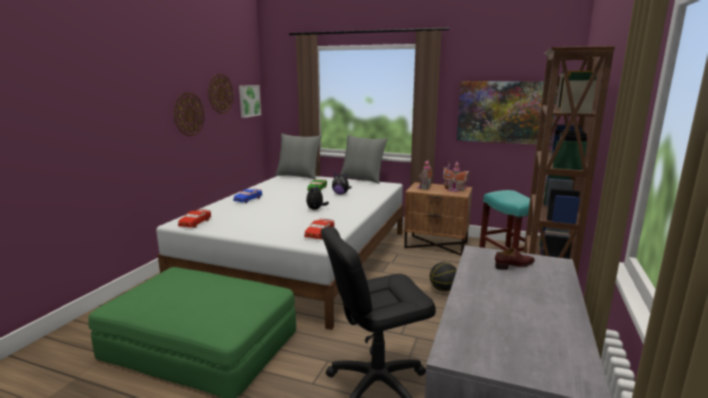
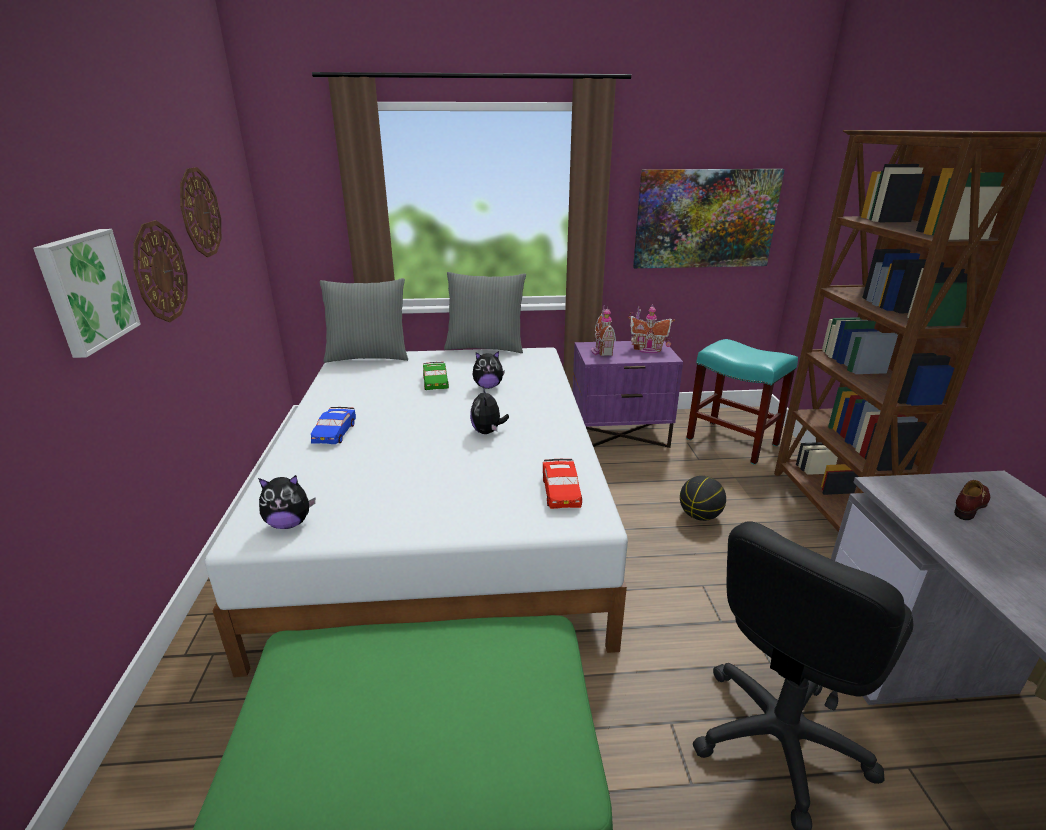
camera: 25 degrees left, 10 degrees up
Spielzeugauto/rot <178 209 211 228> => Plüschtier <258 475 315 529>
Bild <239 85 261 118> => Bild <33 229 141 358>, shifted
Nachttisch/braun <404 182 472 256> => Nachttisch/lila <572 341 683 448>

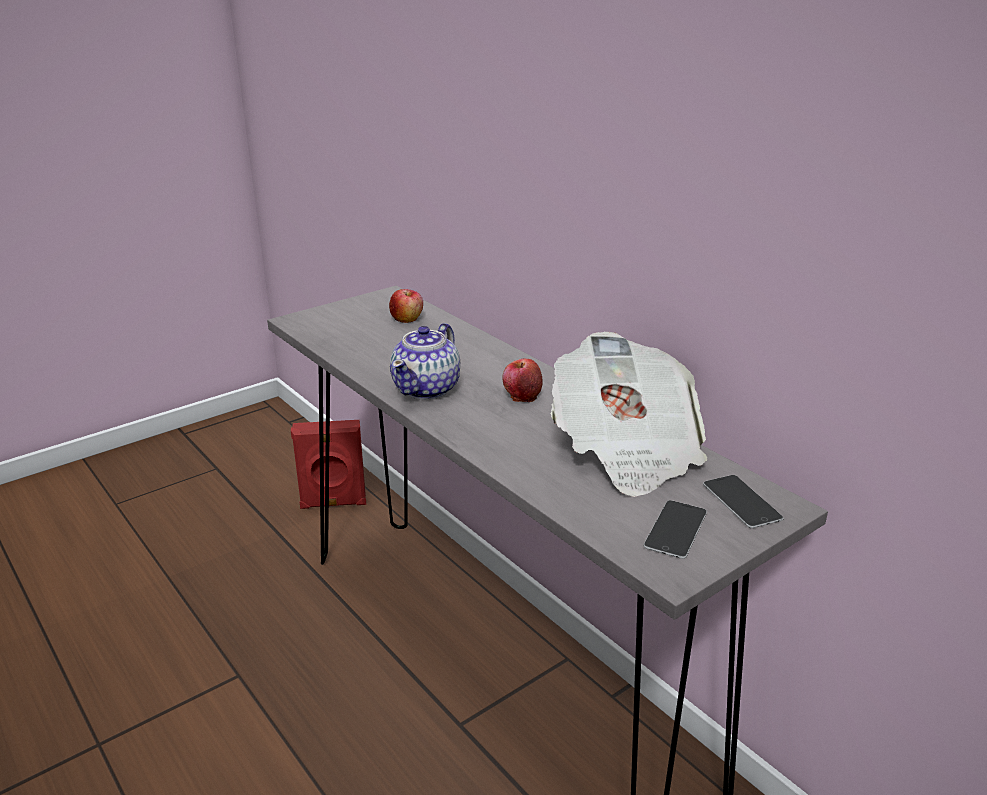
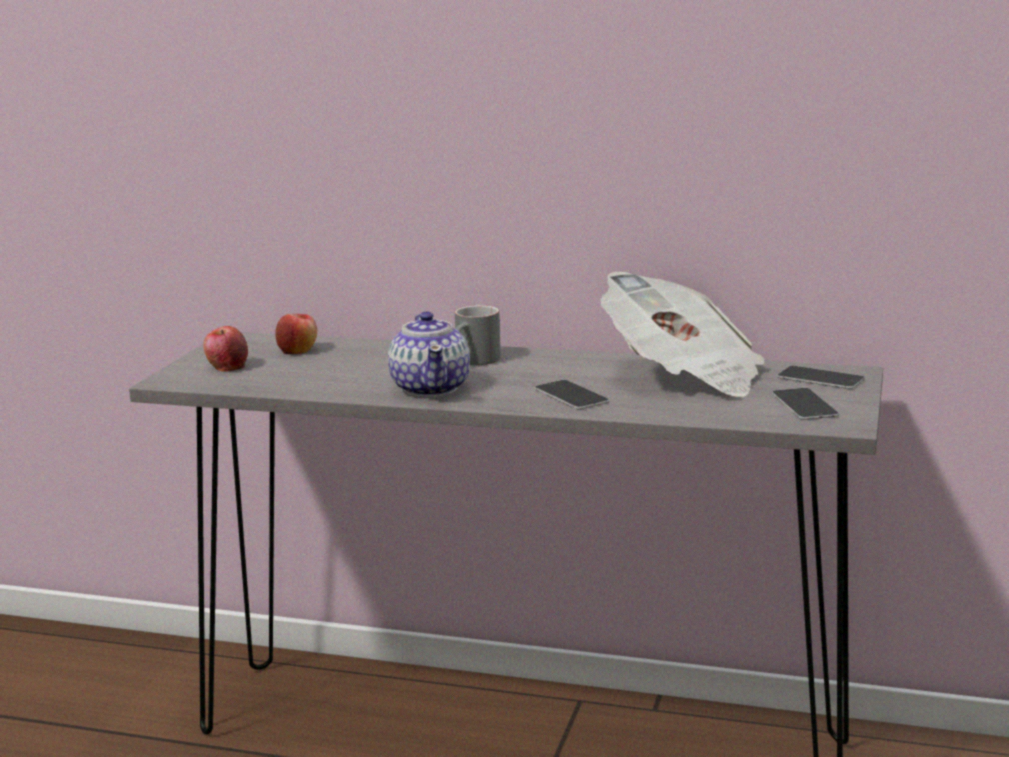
camera: 35 degrees left, 10 degrees down
Lautsprecher/rot <291 420 366 509> => nothing
Apfel <503 359 543 402> => Apfel <203 326 248 372>, shifted
nothing => Henkelbecher/grau <455 305 501 365>
nothing => Handy <534 380 610 409>

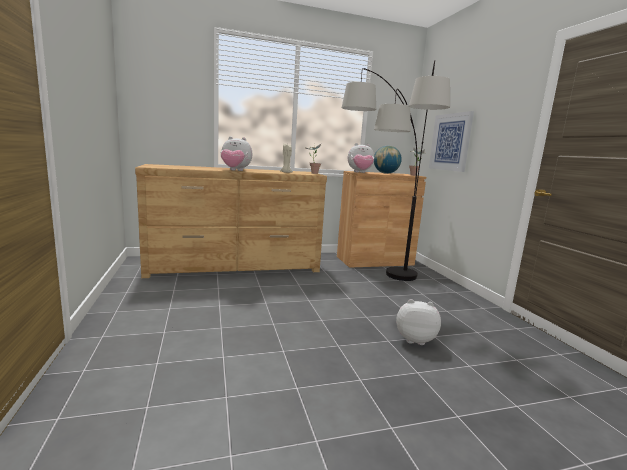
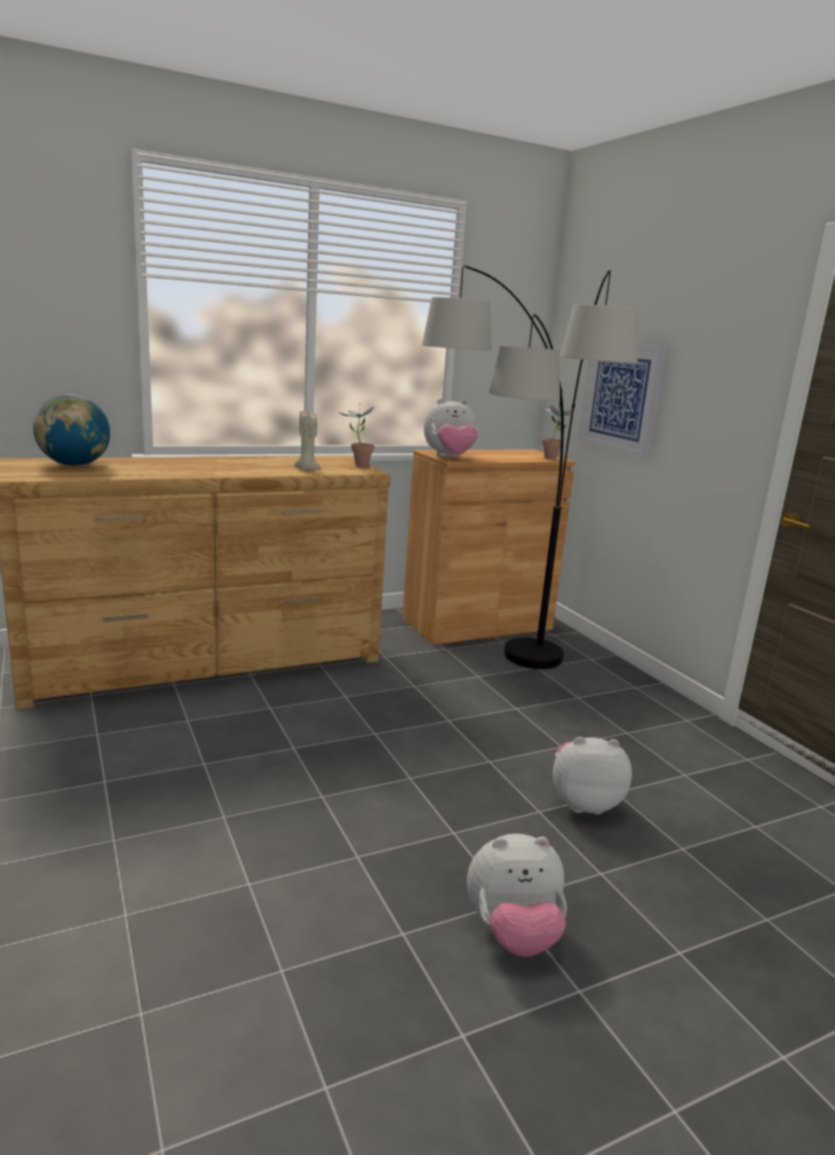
camera: 10 degrees left, 5 degrees up
Plüschtier <220 137 252 171> => Plüschtier <467 834 567 957>, shifted
Globus <374 146 402 174> => Globus <33 394 110 466>, shifted

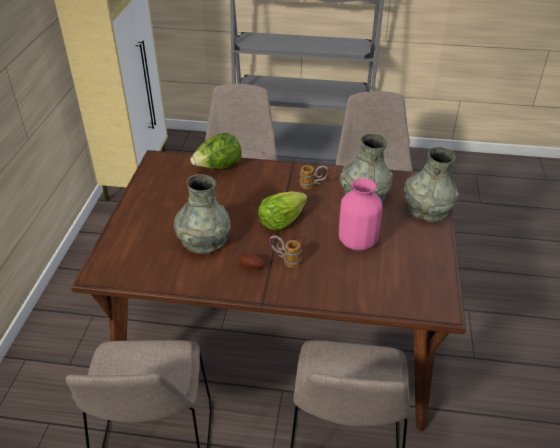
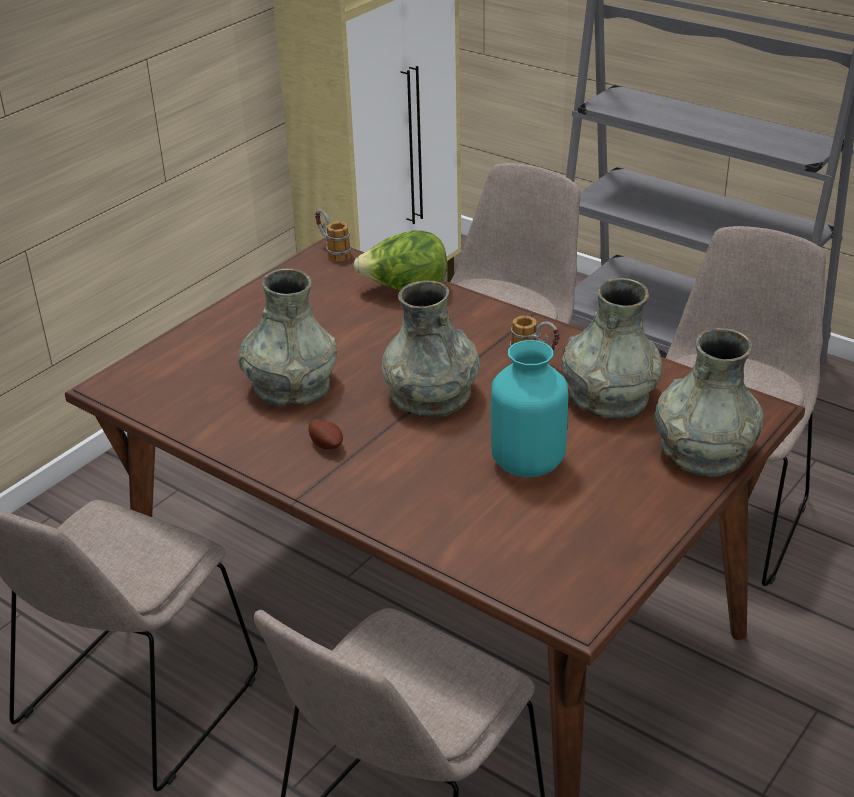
camera: 30 degrees right, 5 degrees down
Salatkopf <258 191 307 230> => Vase/grau <382 280 480 418>
Henkelbecher <269 235 302 268> => Henkelbecher <315 209 352 261>, shifted
Vase/rosa <339 178 383 251> => Vase/türkis <491 340 568 477>

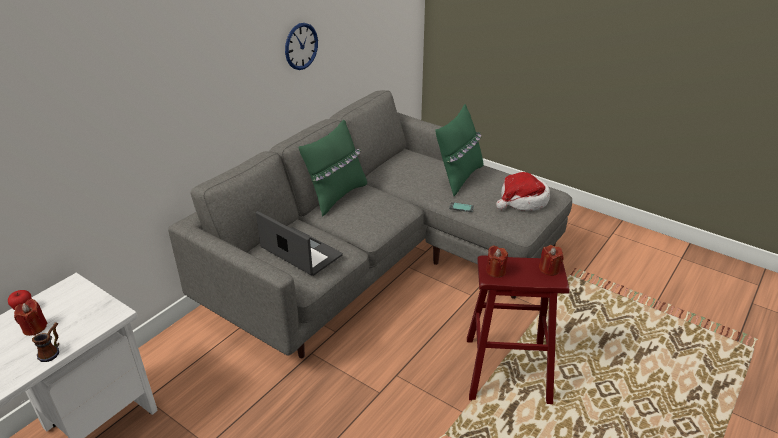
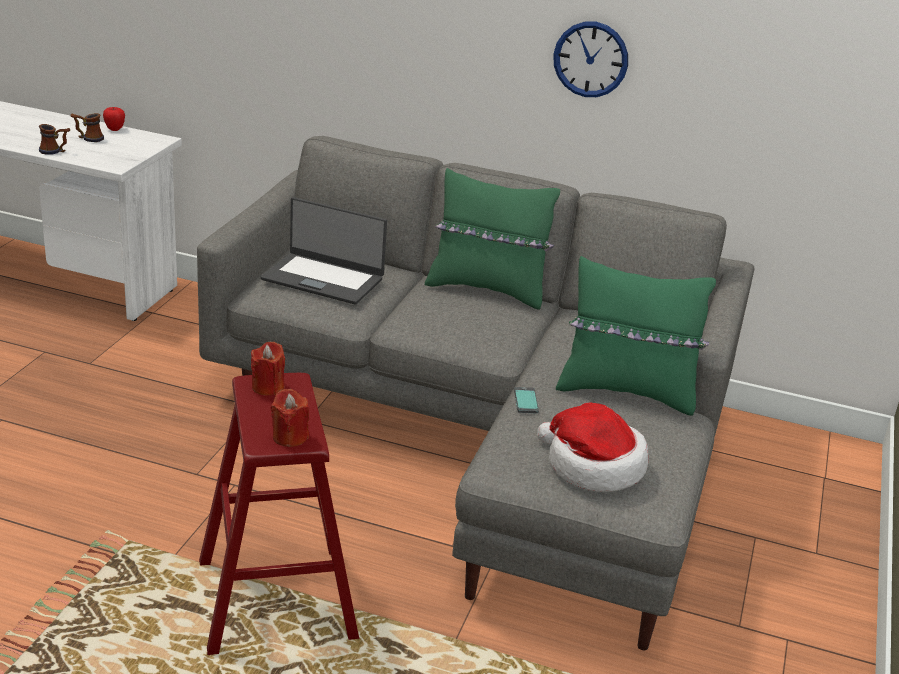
camera: 70 degrees right, 5 degrees down
Kerze/rot <14 299 48 336> => Henkelbecher <71 113 104 142>
Laptop <256 211 343 276> => Laptop <261 197 387 304>, 90 degrees clockwise

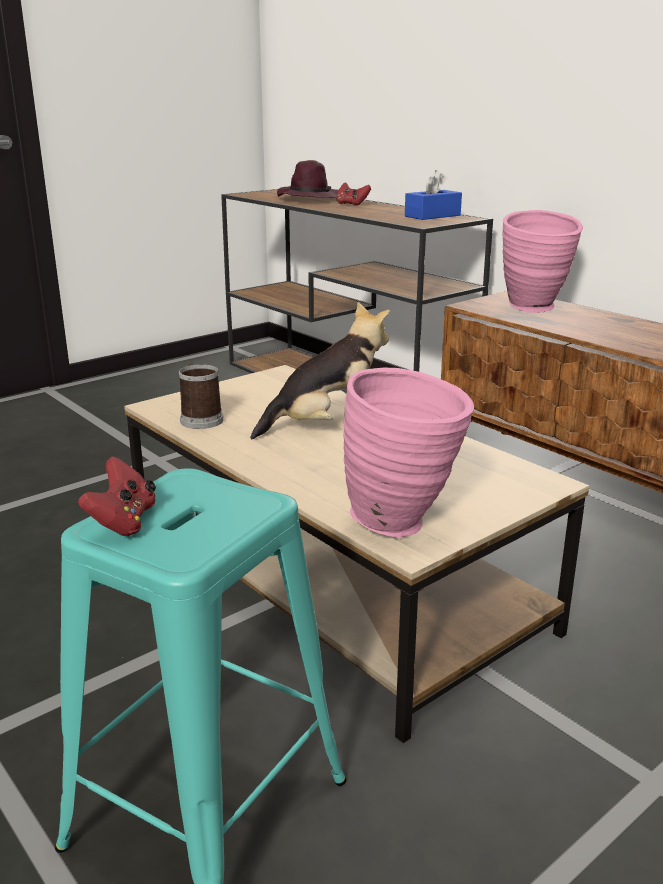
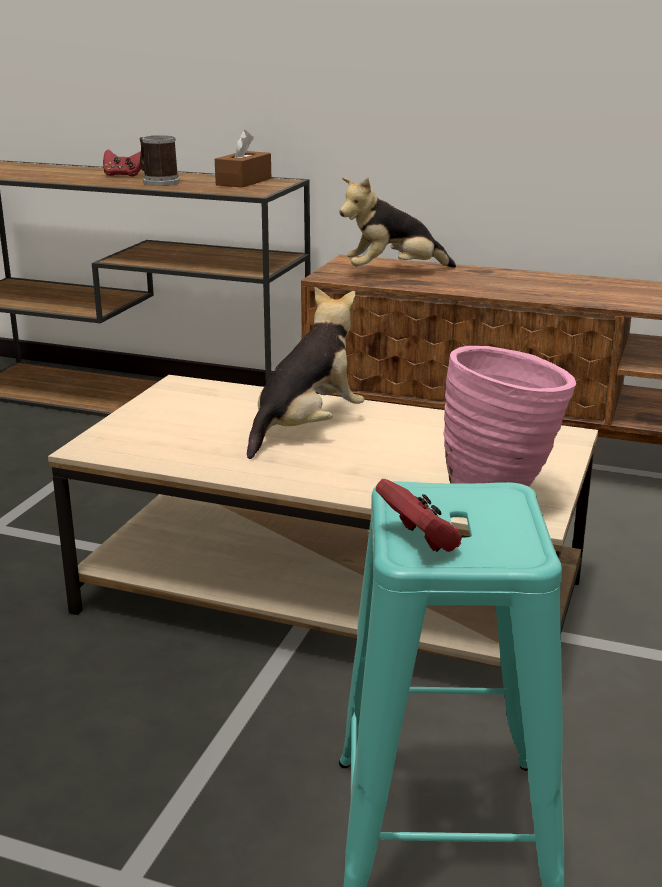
camera: 30 degrees left, 0 degrees up
Henkelbecher <179 364 224 429> => Henkelbecher <139 135 180 186>, shifted
Hut/lila <277 160 339 198> => nothing
Taschentuchbox/blau <405 170 462 220> => Taschentuchbox/braun <215 130 271 188>
Vase/rosa <502 210 583 313> => Plüschtier <339 177 456 268>

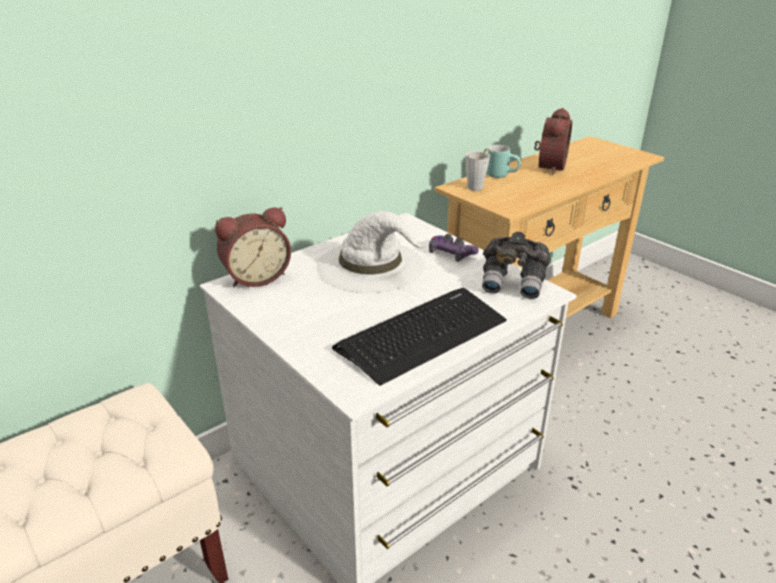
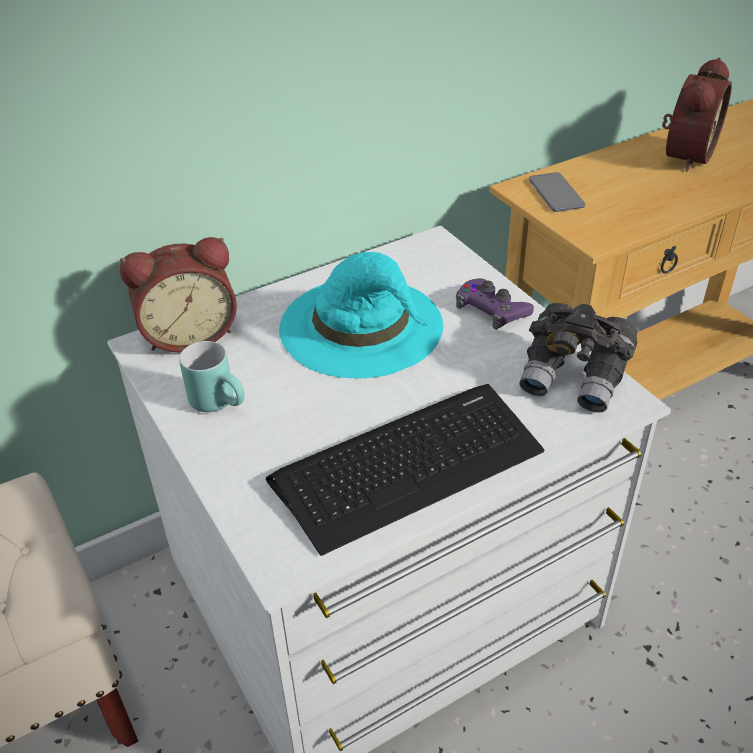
camera: 10 degrees right, 10 degrees up
Hut/weiß <317 211 425 293> => Hut/türkis <279 252 443 379>
Tasse/grau <465 148 494 191> => Handy <529 172 586 212>
Henkelbecher/türkis <487 145 521 178> => Henkelbecher/türkis <179 341 245 412>, shifted

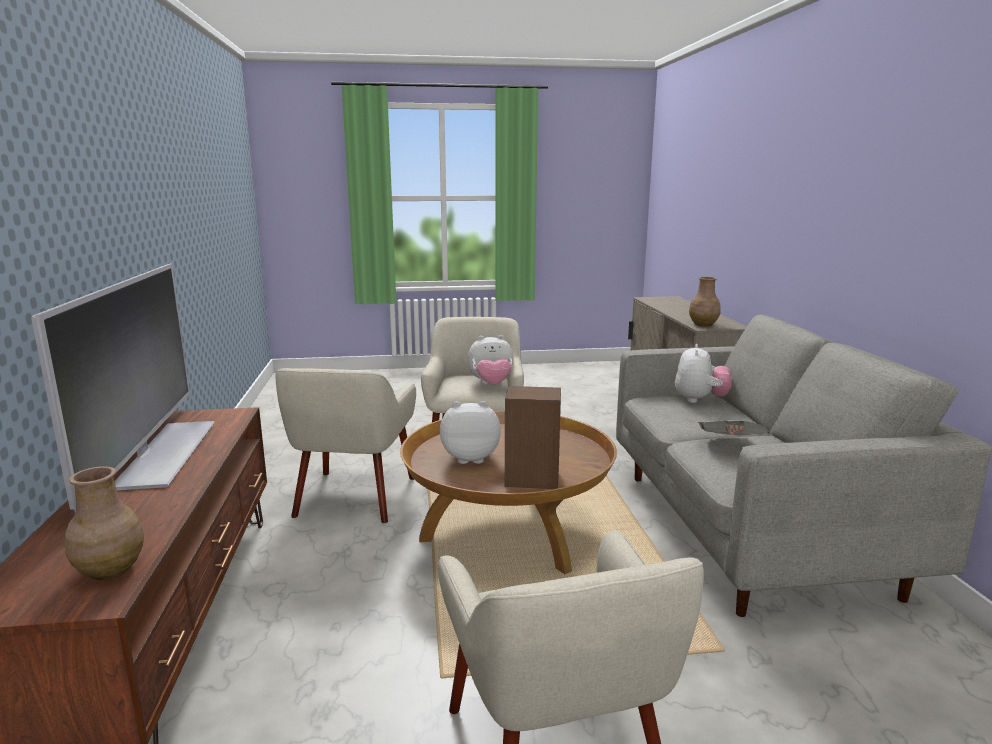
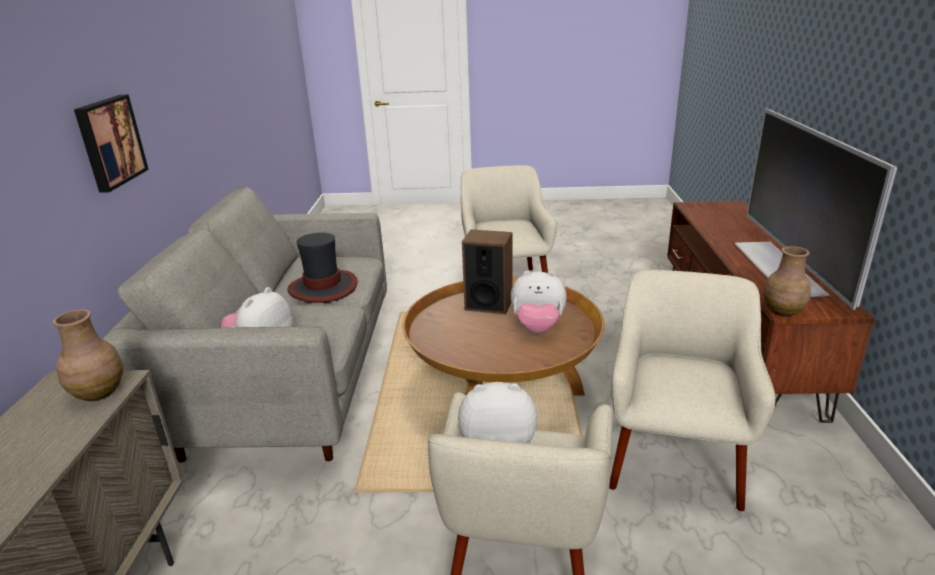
camera: 170 degrees left, 10 degrees up
Vase/braun <65 466 144 580> => Vase/braun <763 246 811 316>, shifted
Zeitung <698 421 770 436> => Hut <287 233 358 303>
nothing => Bild <74 94 149 193>

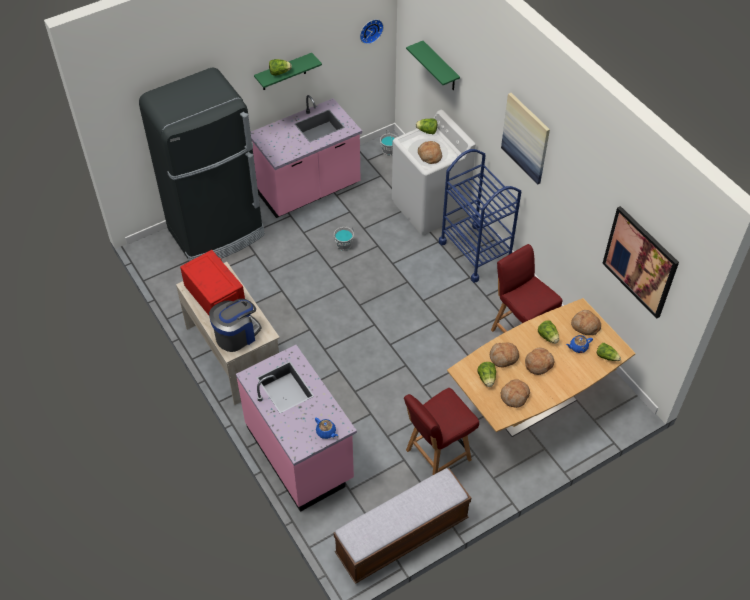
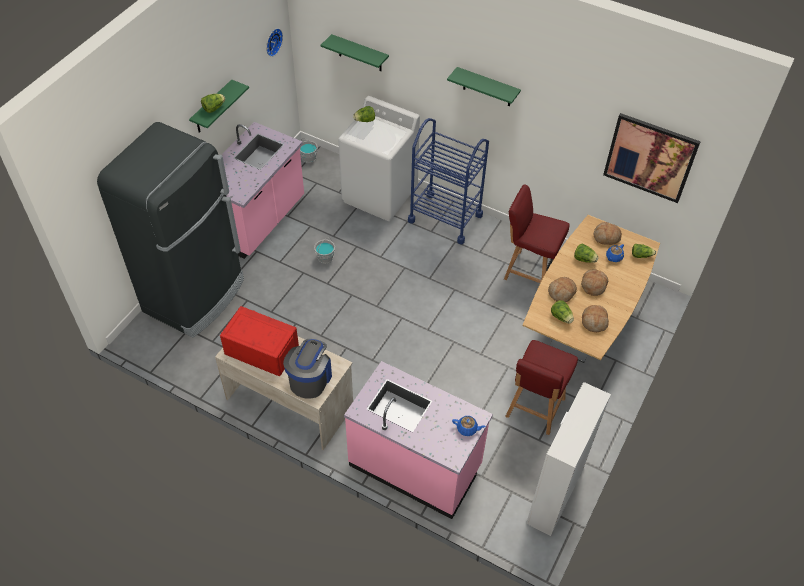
camera: 30 degrees left, 0 degrees up
Bank <334 468 471 584> => Schrank <526 382 611 536>
Brot <418 141 442 164> => nothing
Bild <501 93 550 185> => Wandregal/grün <447 67 521 106>

